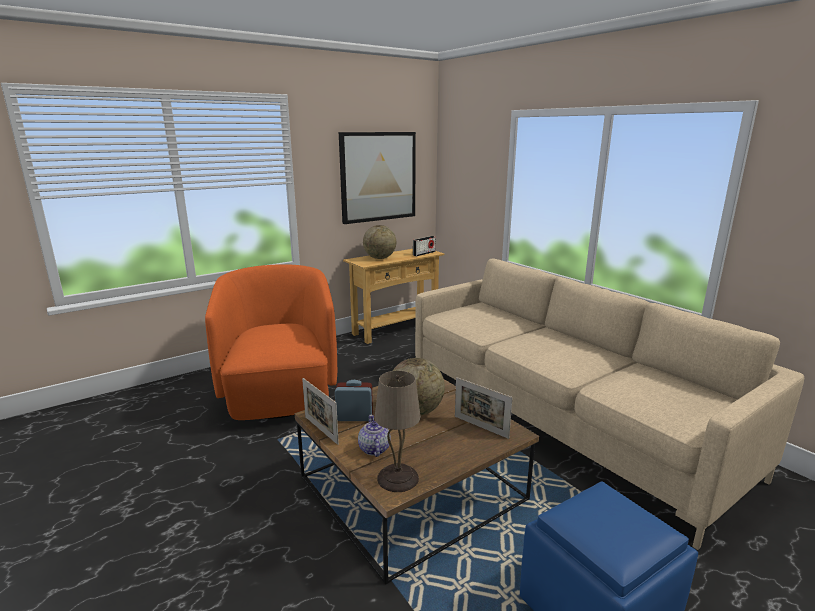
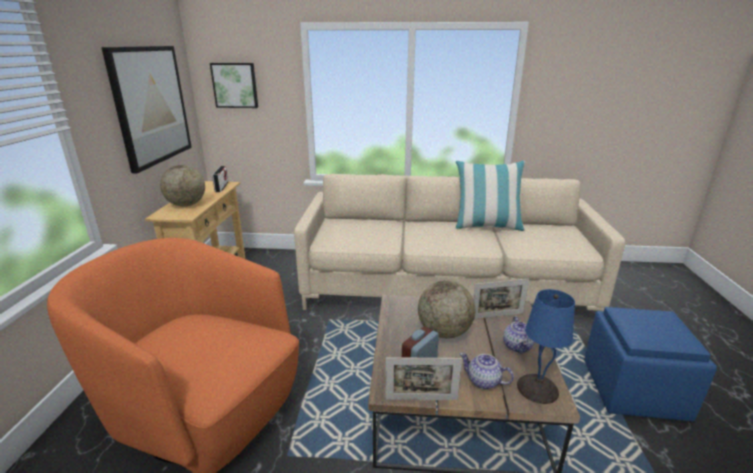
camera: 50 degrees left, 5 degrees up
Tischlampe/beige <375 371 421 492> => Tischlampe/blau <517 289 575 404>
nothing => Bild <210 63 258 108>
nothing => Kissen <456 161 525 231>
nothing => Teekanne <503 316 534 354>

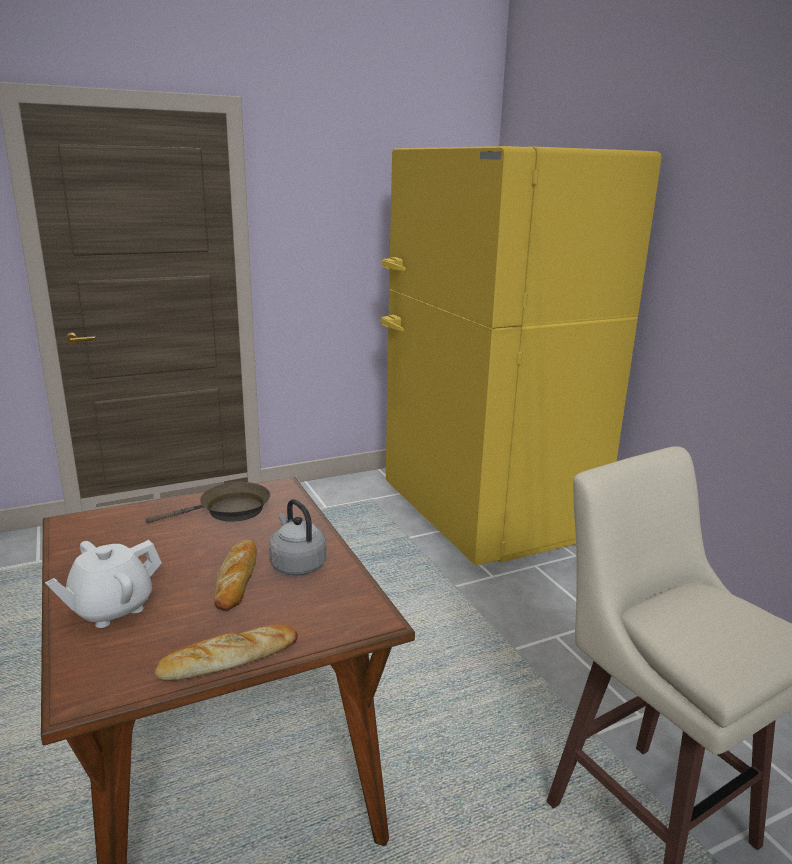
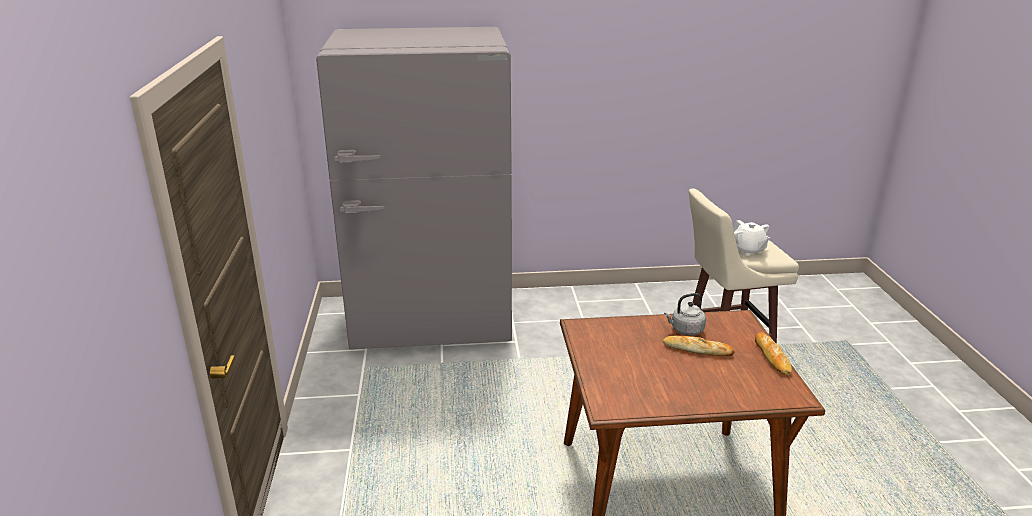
camera: 70 degrees left, 5 degrees up
Teekanne/weiß <45 540 162 628> => Teekanne/weiß <734 220 770 256>, shifted
Pfanne/braun <145 482 270 523> => nothing
Kühlschrank/gelb <381 146 661 566> => Kühlschrank/grau <316 27 512 349>

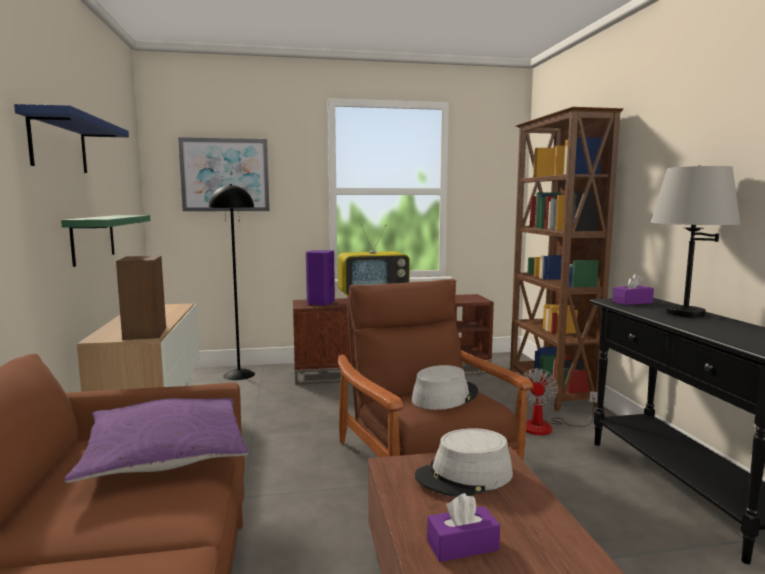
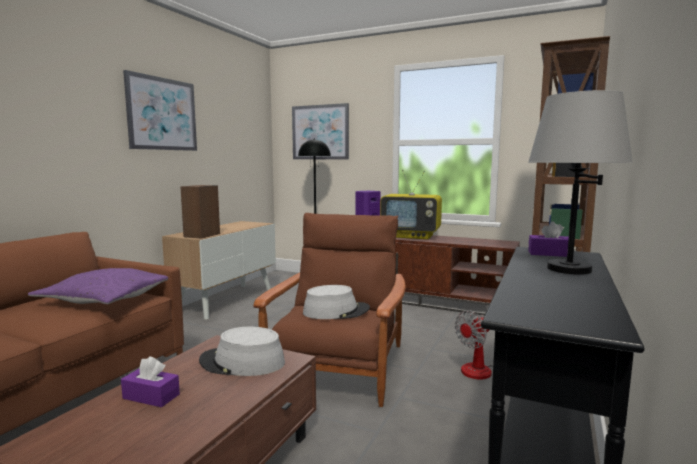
camera: 35 degrees right, 0 degrees up
Wandregal/blau <14 104 129 173> => Bild <123 70 197 151>
Wandregal/grün <61 215 150 267> => nothing

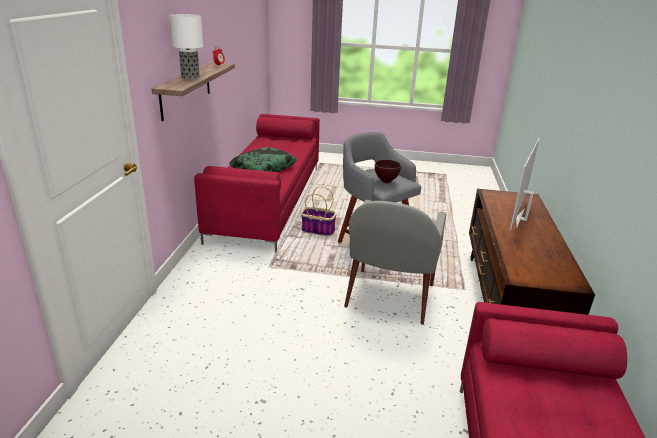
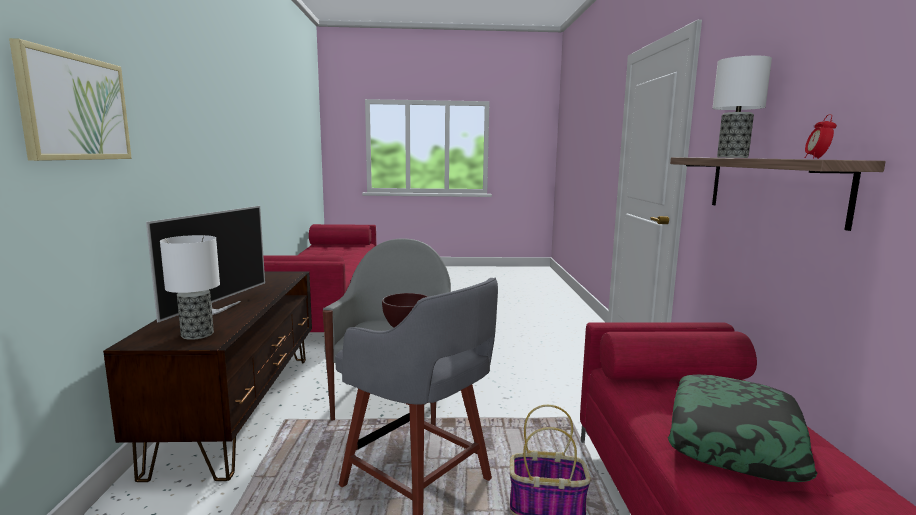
camera: 170 degrees right, 15 degrees down
nothing => Bild <9 38 132 161>
nothing => Tischlampe <160 235 220 340>

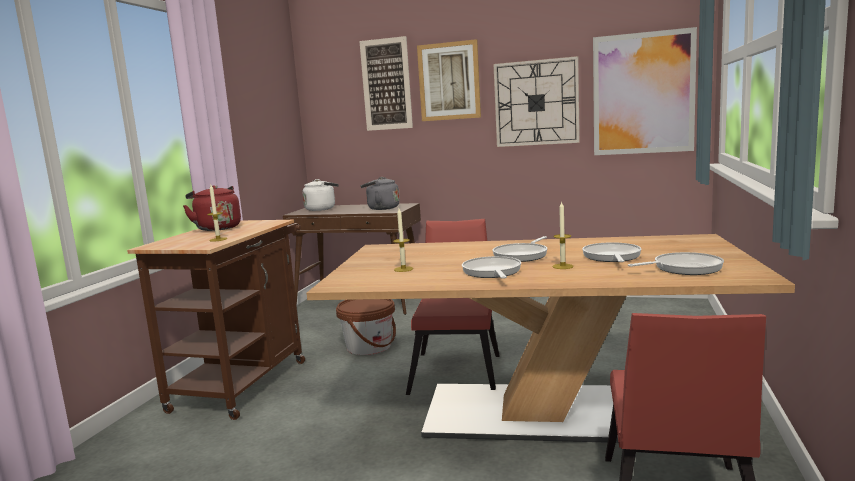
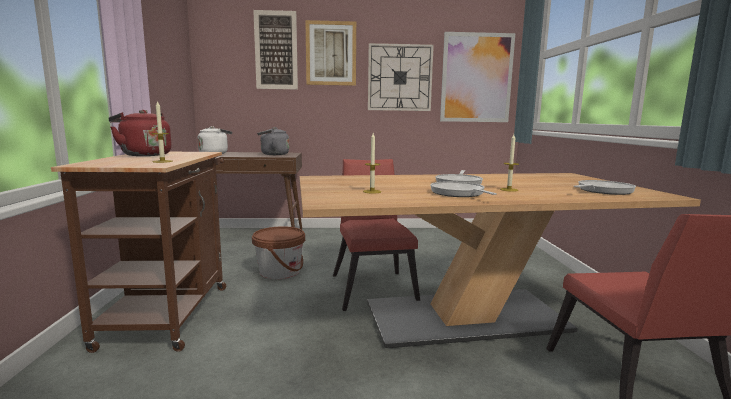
camera: 20 degrees left, 0 degrees up
Pfanne <582 242 642 262> => nothing

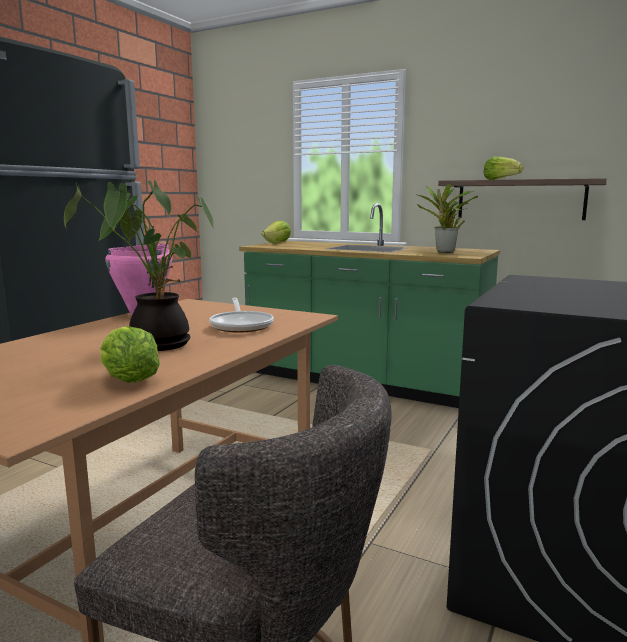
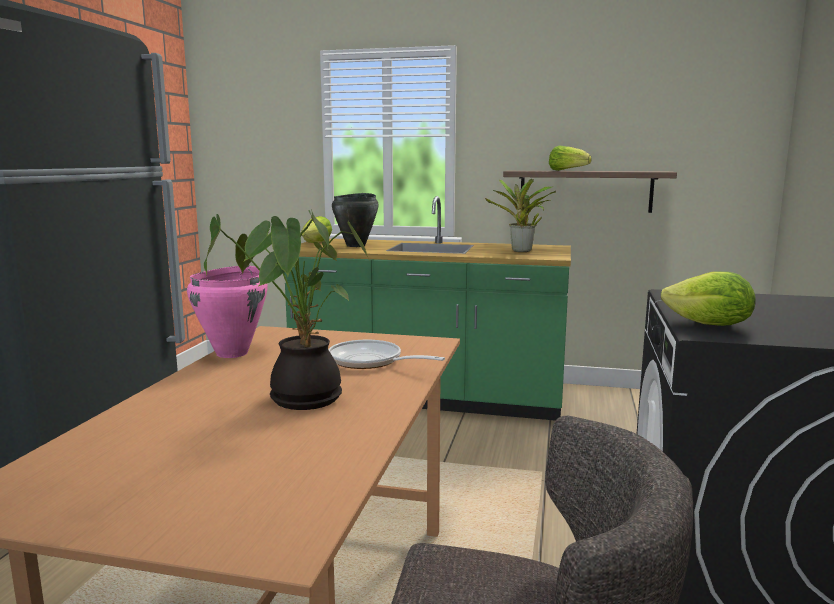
camera: 15 degrees left, 0 degrees up
Salatkopf <100 326 160 382> => Salatkopf <661 271 756 326>, shifted
Pfanne <209 298 274 333> => Pfanne <328 340 445 369>, 150 degrees clockwise
nothing => Kochtopf/schwarz <332 193 378 247>

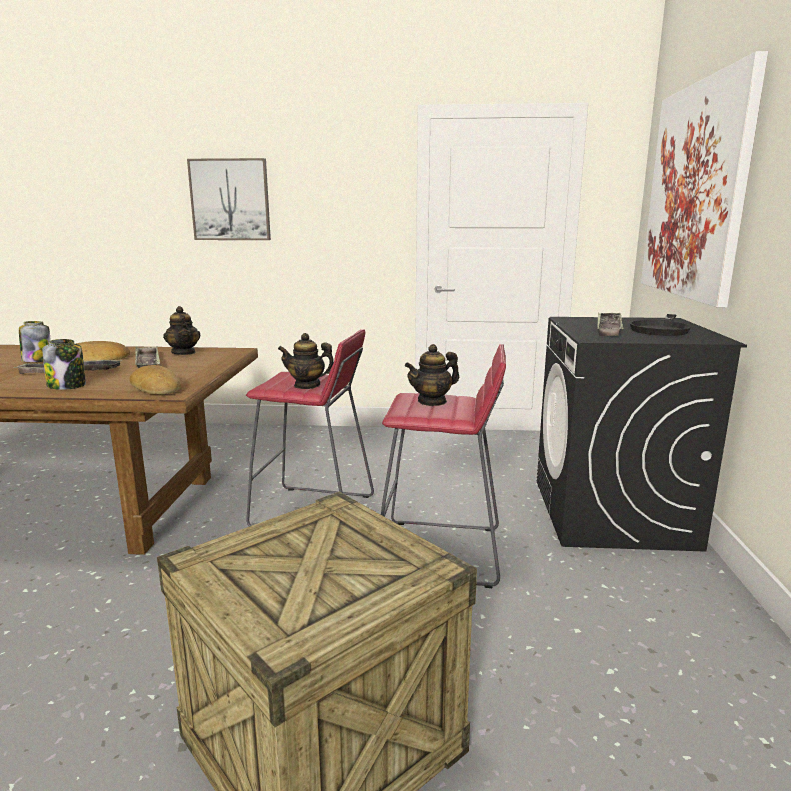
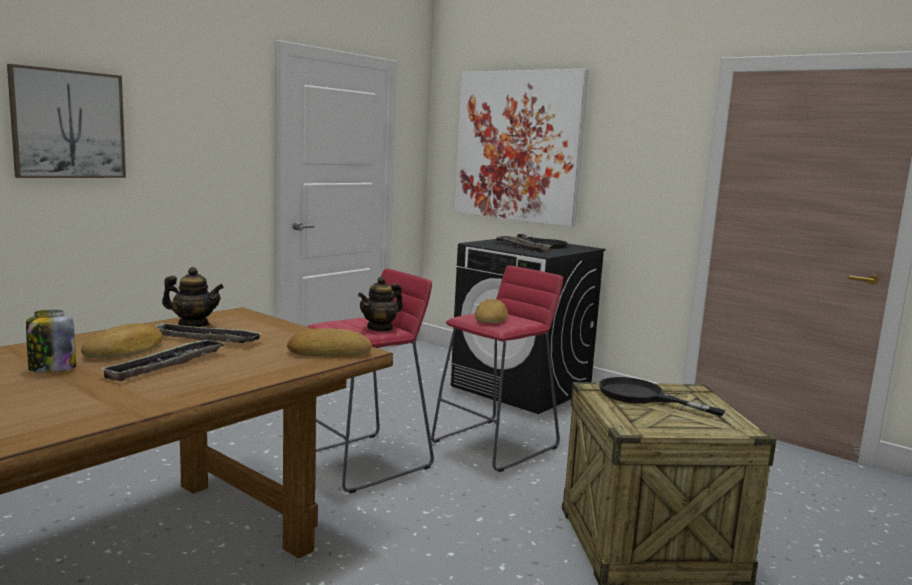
camera: 55 degrees left, 5 degrees down
Vorratsglas <42 339 86 390> => nothing
Teekanne <405 344 459 406> => Brot <475 299 508 323>
nothing => Pfanne/schwarz <599 377 726 416>

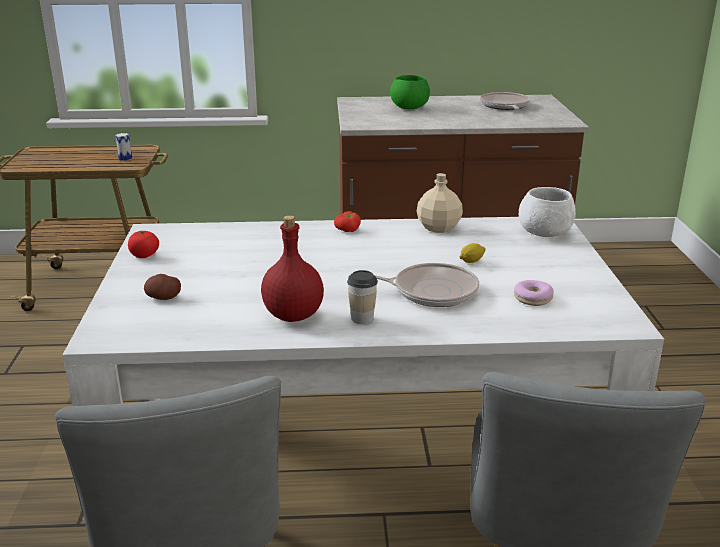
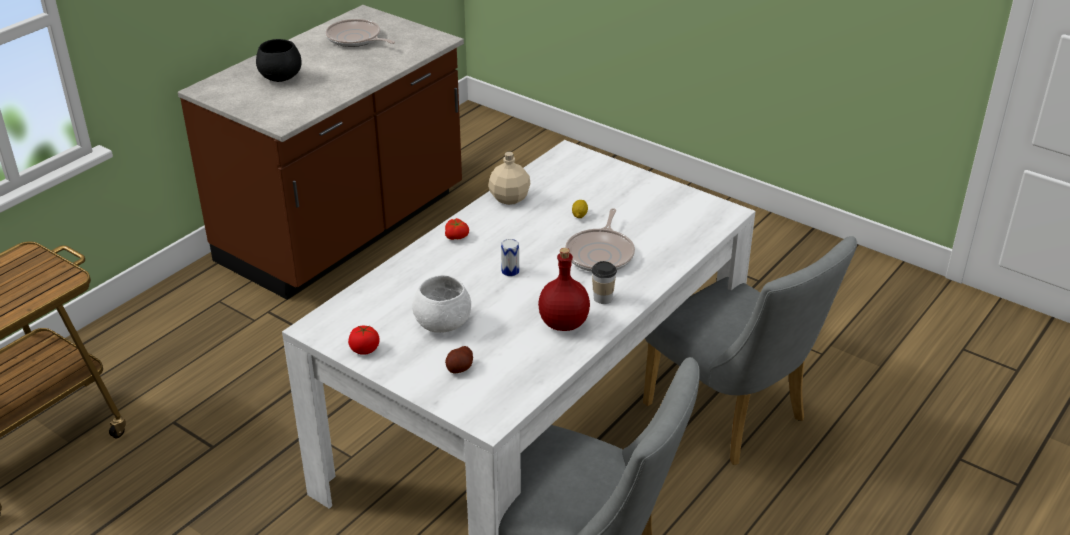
camera: 50 degrees left, 10 degrees up
Dose <116 133 132 161> => Dose <501 239 519 276>, shifted
Pfanne <375 263 479 307> => Pfanne <565 208 635 272>, 150 degrees clockwise
Schüssel/grün <390 75 430 109> => Schüssel/schwarz <256 39 301 82>
Donut <514 280 554 306> => nothing
Schüssel/weiß <519 187 576 237> => Schüssel/weiß <412 275 471 333>, shifted

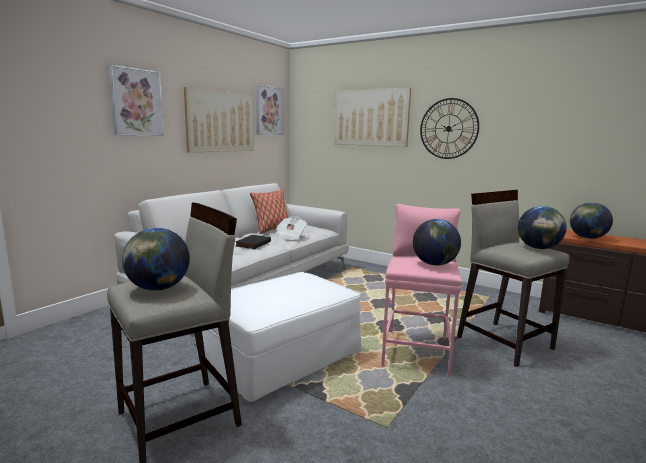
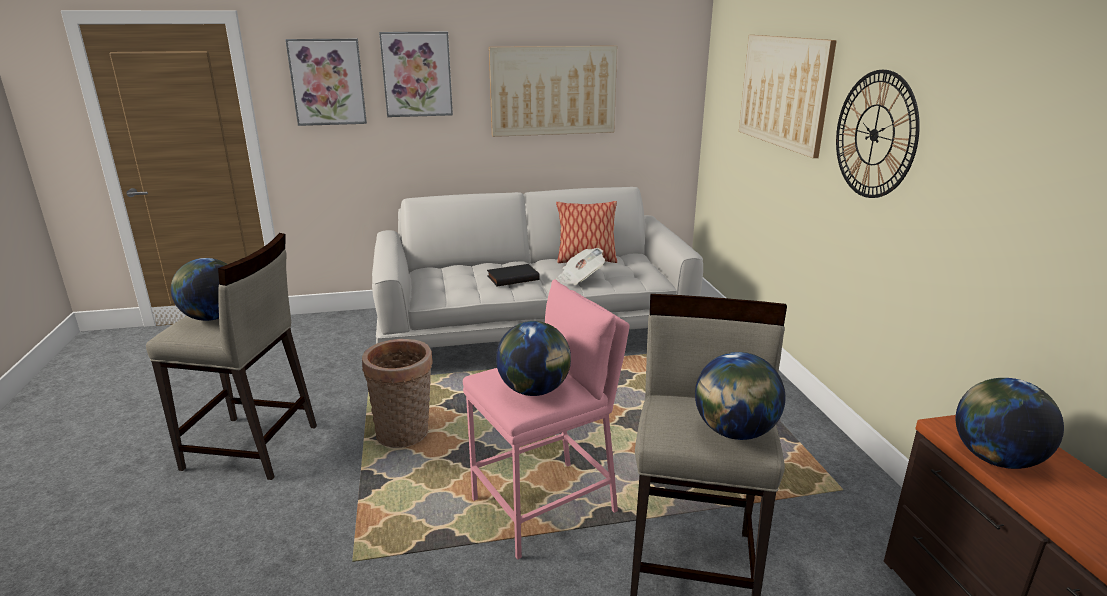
camera: 45 degrees right, 10 degrees up
Polsterhocker/weiß <197 272 362 402> => Korb <362 339 433 448>
Bild <256 85 284 135> => Bild <285 39 367 126>, shifted

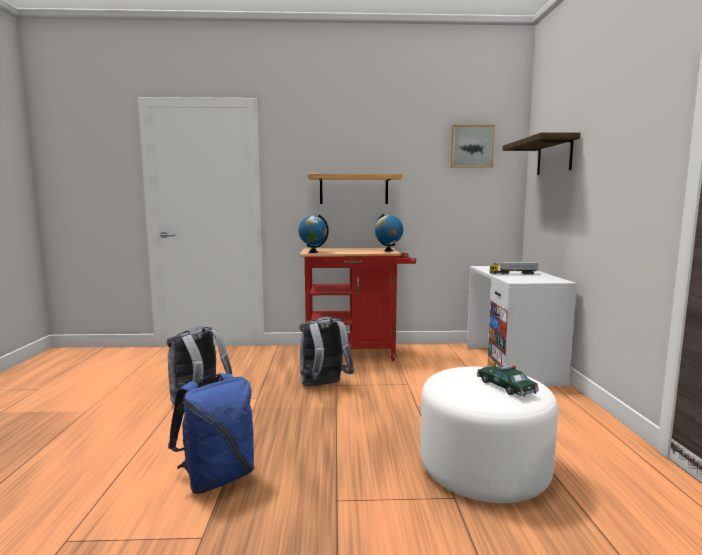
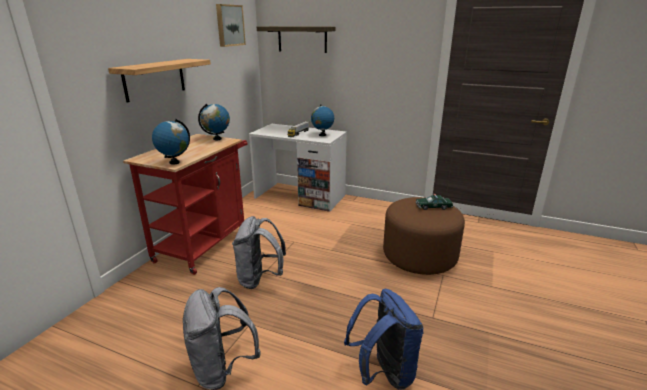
camera: 65 degrees left, 15 degrees up
Polsterhocker/weiß <420 367 558 503> => Polsterhocker/braun <383 197 465 275>
nothing => Globus <311 104 334 136>

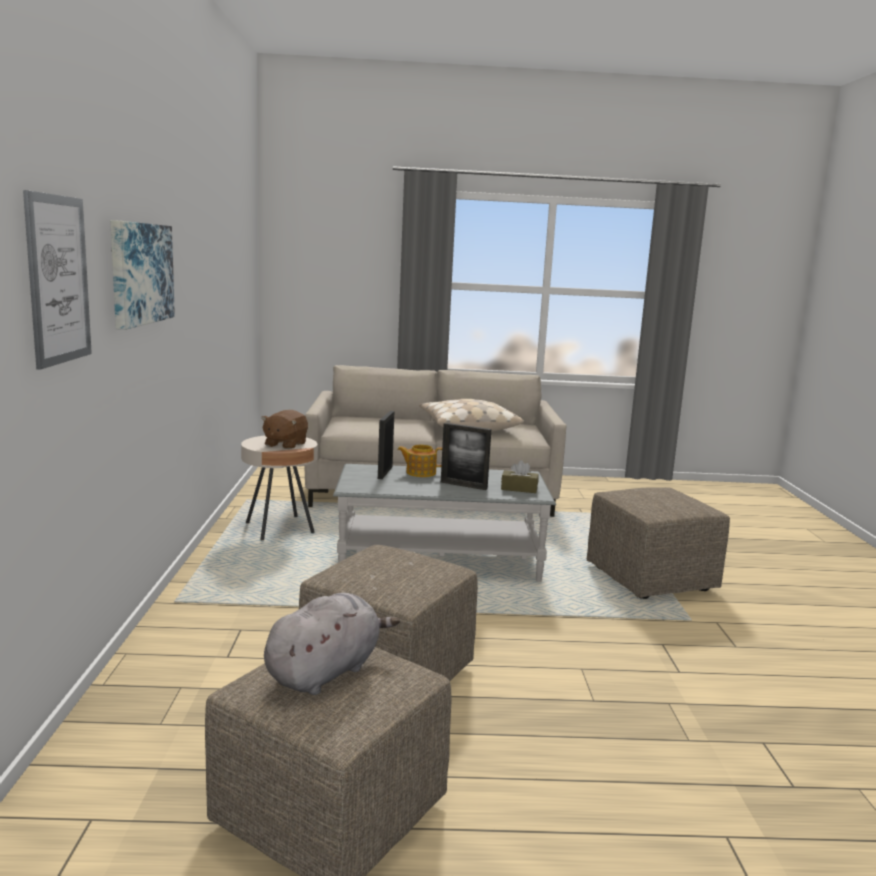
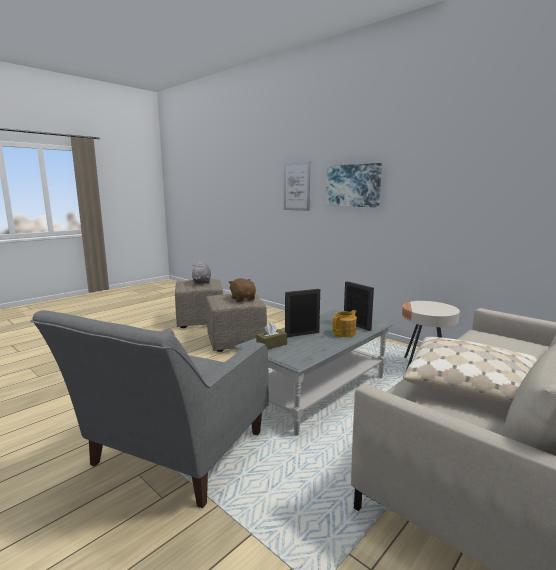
camera: 135 degrees right, 0 degrees up
Plüschtier/braun <261 410 308 449> => Plüschtier/braun <228 278 256 302>, shifted
Polsterhocker/beige <587 487 730 599> => Sessel/grau <30 310 269 508>

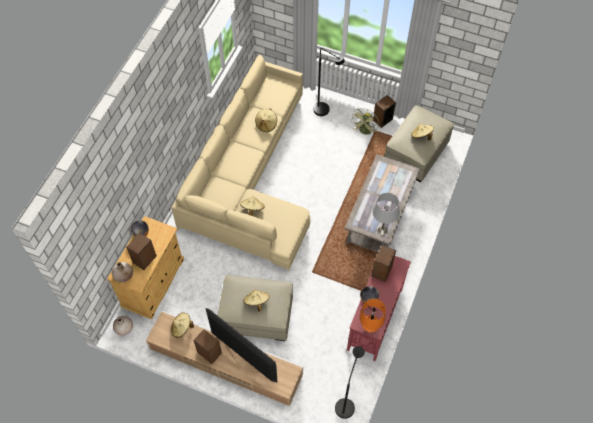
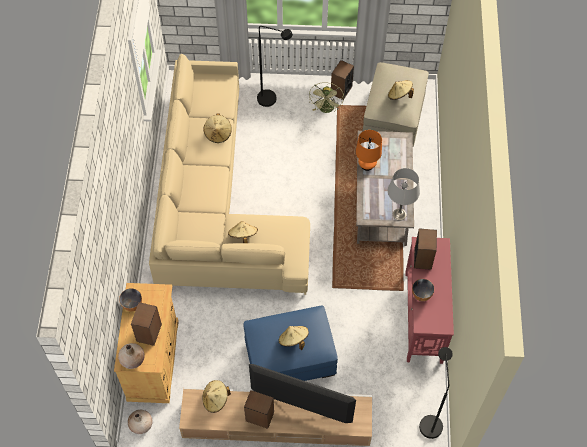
camera: 20 degrees left, 0 degrees up
Polsterhocker/beige <217 275 293 341> => Polsterhocker/blau <243 306 338 381>
Tischlampe/orange <360 299 386 332> => Tischlampe/orange <356 130 382 171>, shifted

